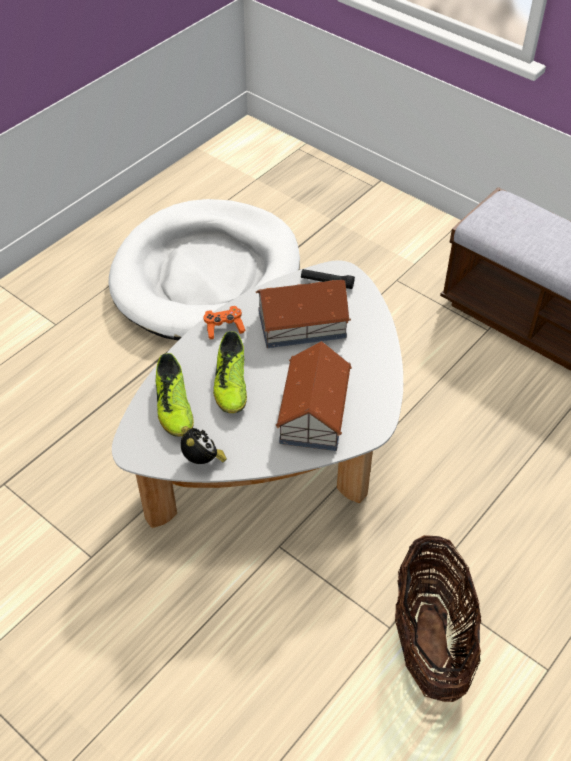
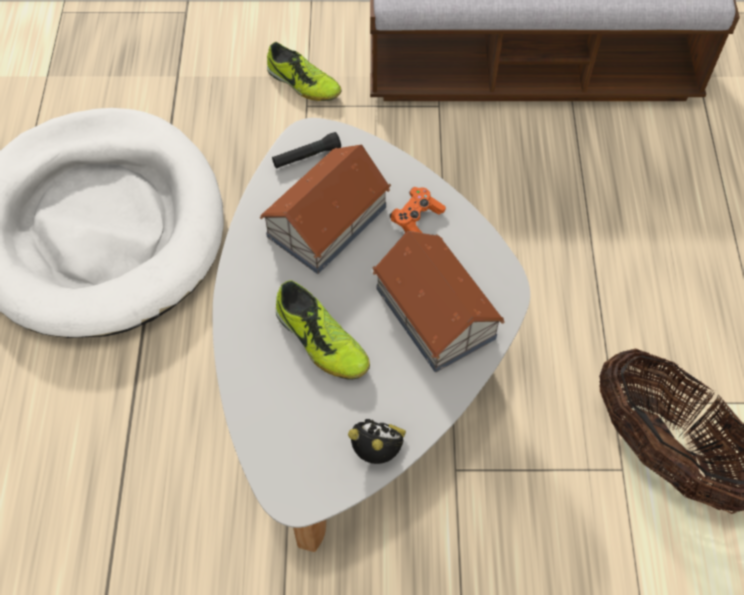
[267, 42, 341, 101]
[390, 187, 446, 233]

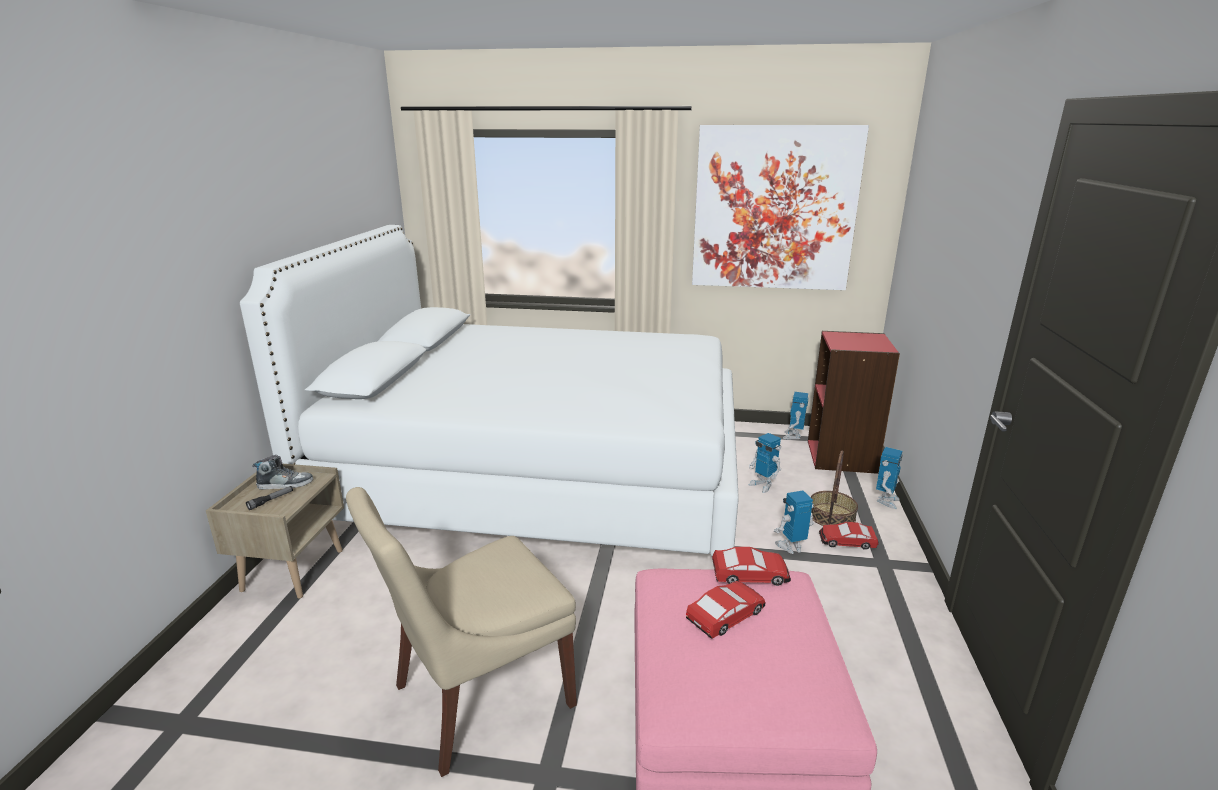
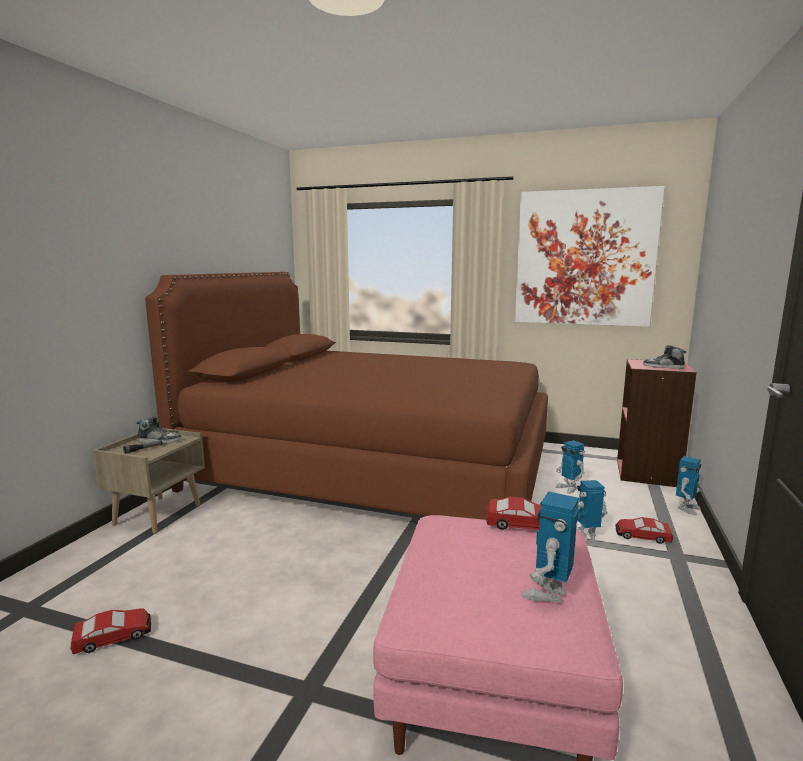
[70, 608, 151, 654]
[145, 272, 548, 520]
[521, 491, 579, 602]
[643, 345, 686, 369]
[346, 487, 577, 777] (first image)
[811, 450, 858, 526] (first image)

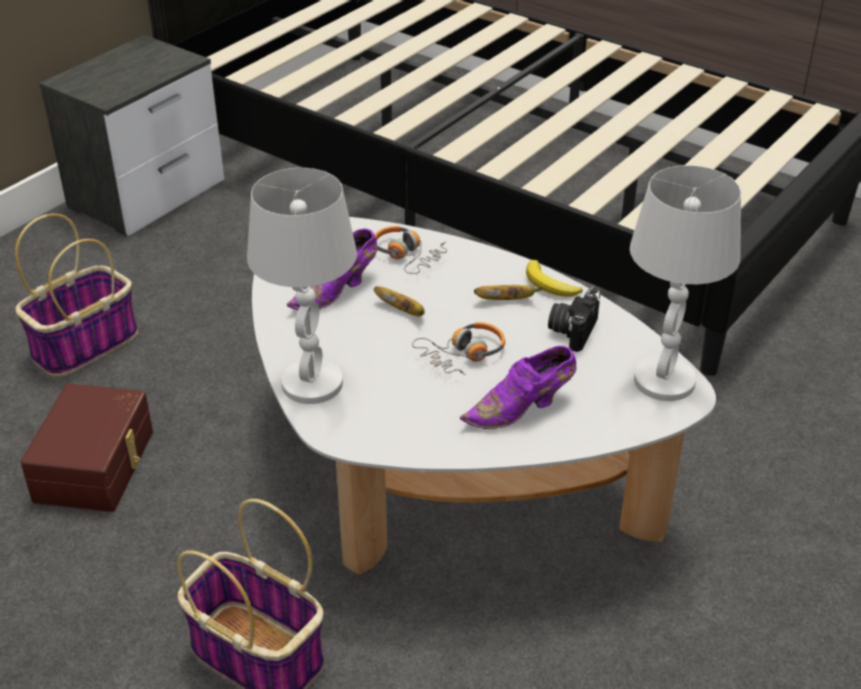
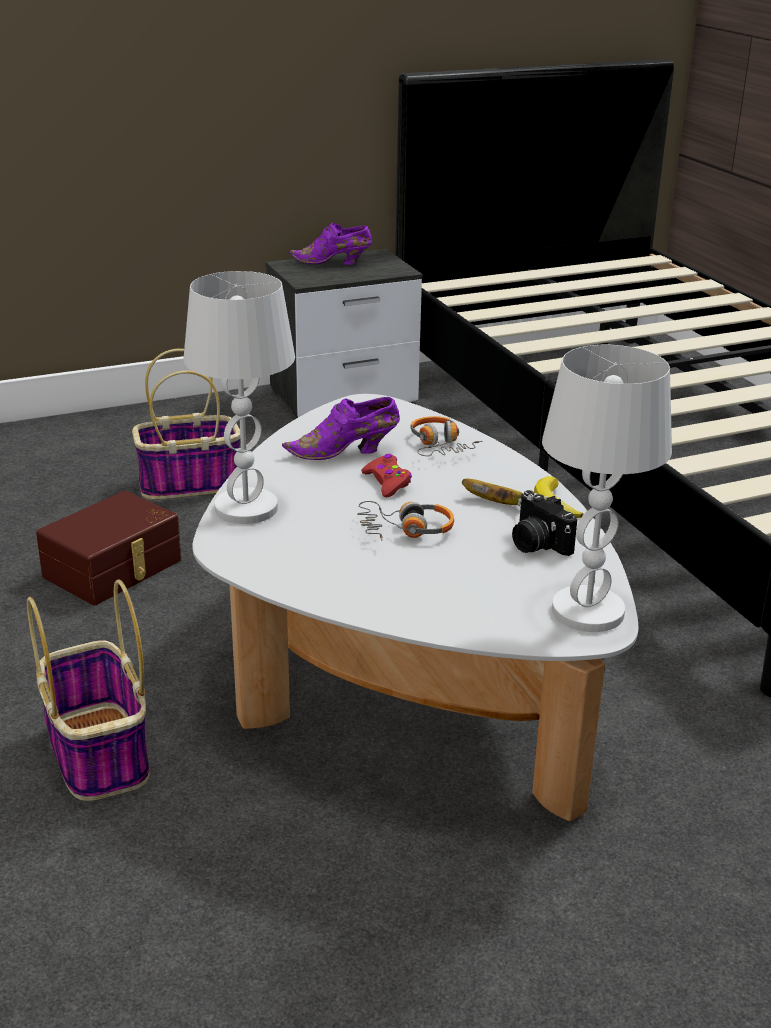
[289, 223, 372, 265]
[361, 454, 412, 497]
[512, 490, 577, 556]

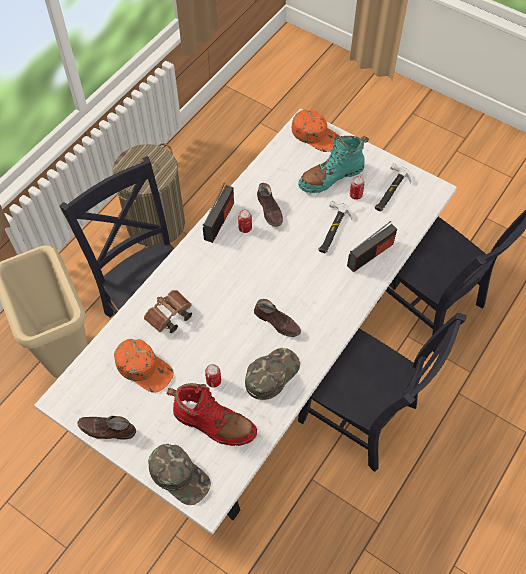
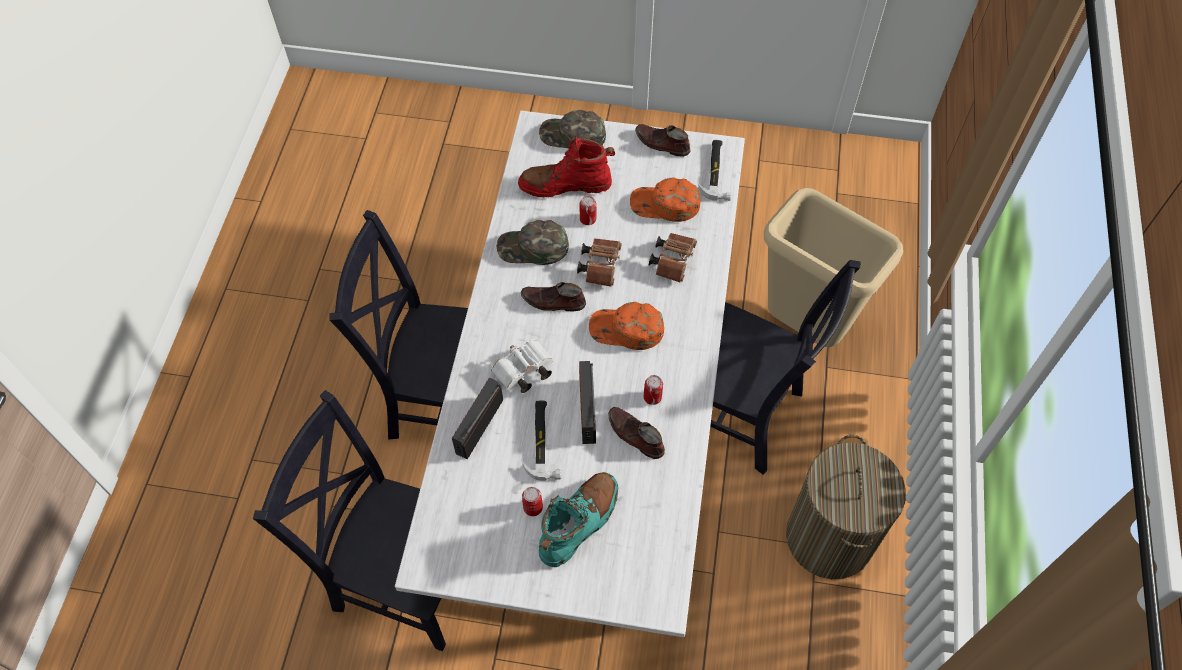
[491, 340, 553, 393]
[497, 220, 569, 265]
[577, 238, 622, 287]
[579, 361, 596, 444]
[589, 302, 664, 350]
[635, 124, 690, 157]
[698, 140, 731, 201]

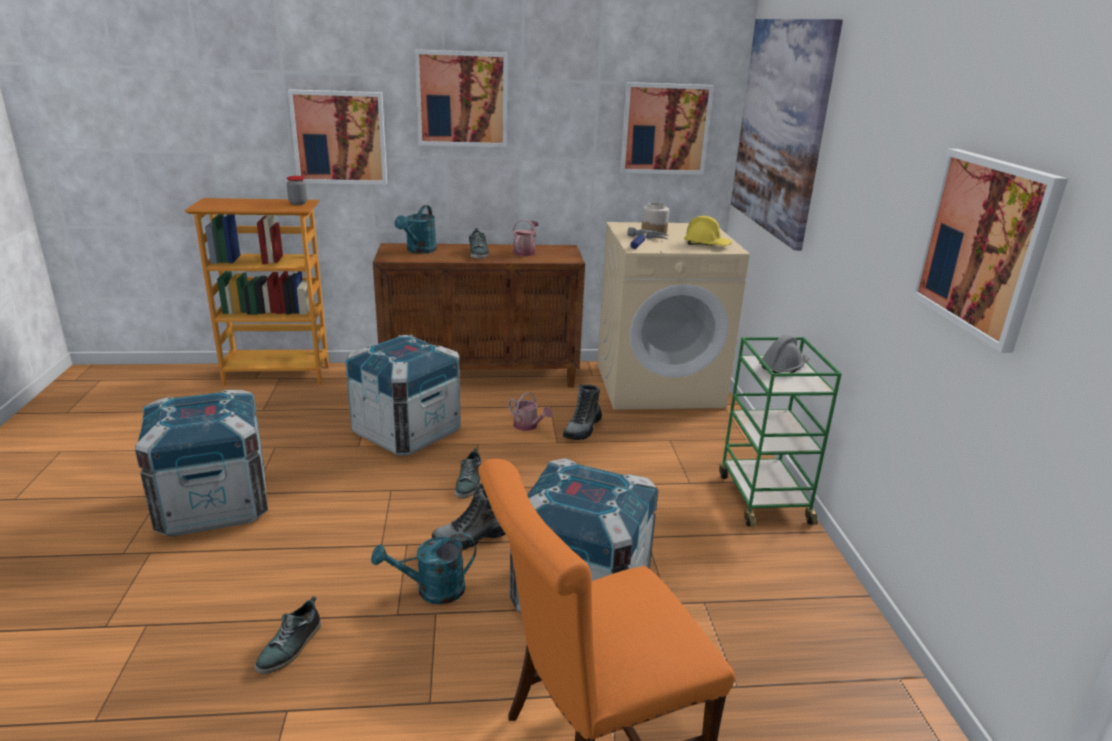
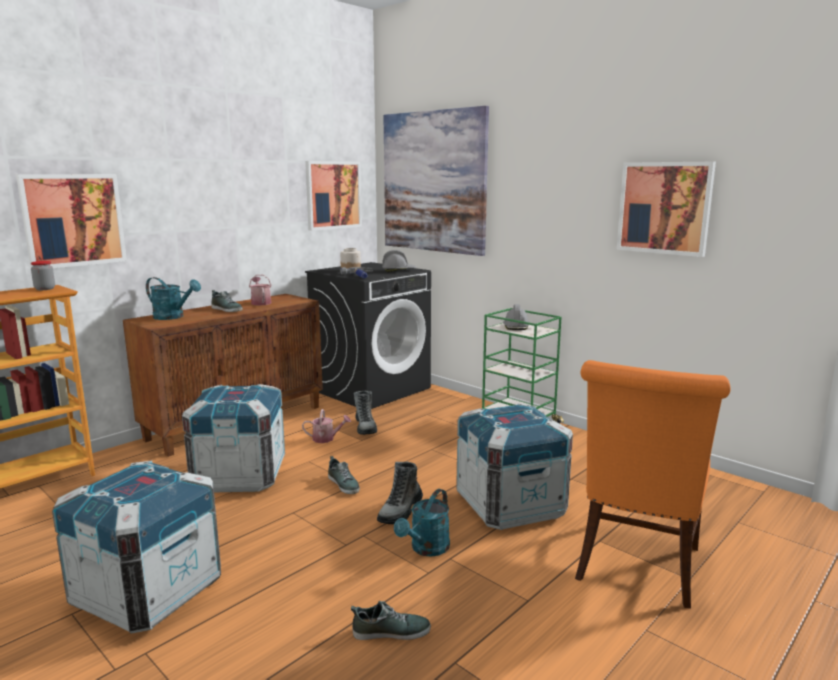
[146, 277, 201, 320]
[305, 262, 431, 409]
[351, 601, 431, 640]
[382, 250, 416, 272]
[415, 49, 507, 147] (first image)

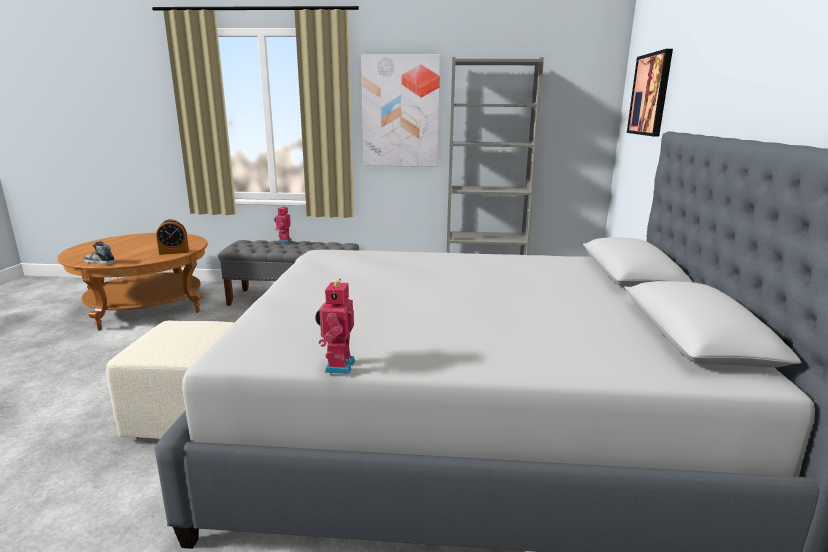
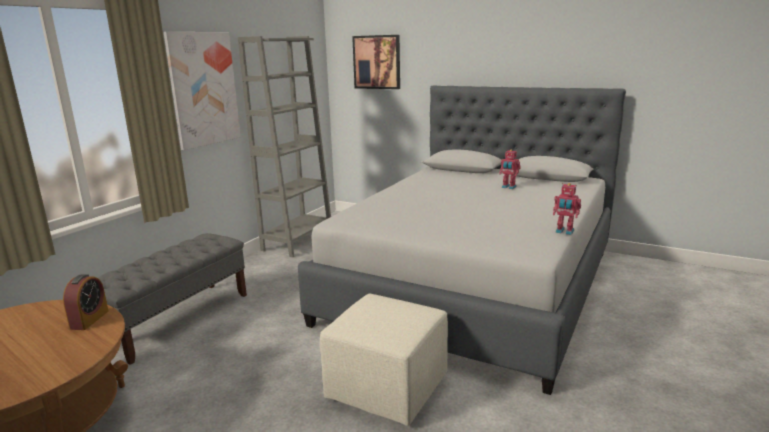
[499, 149, 521, 189]
[84, 241, 115, 265] (first image)

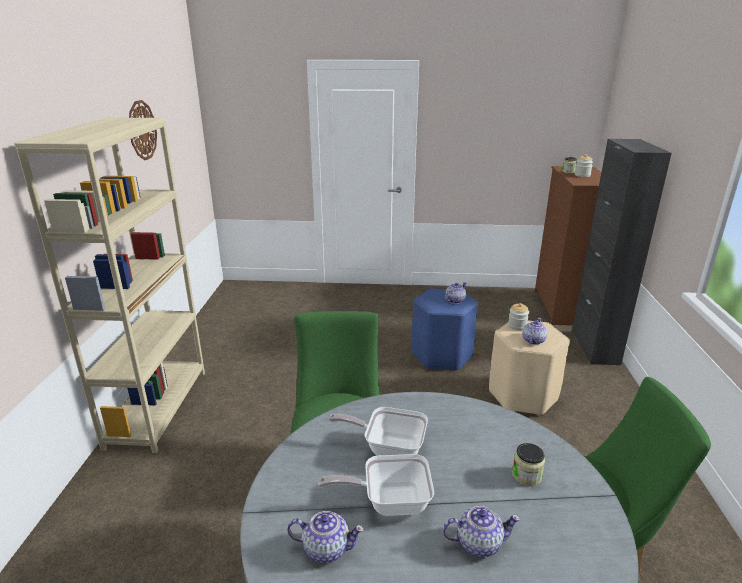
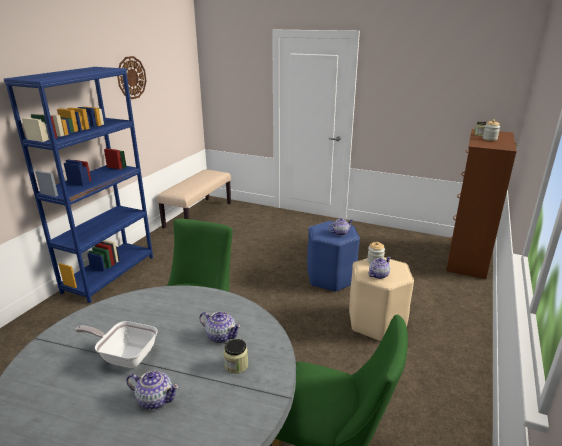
[4, 67, 153, 303]
[157, 169, 231, 228]
[200, 312, 241, 343]
[328, 407, 428, 456] (first image)
[572, 139, 672, 365] (first image)

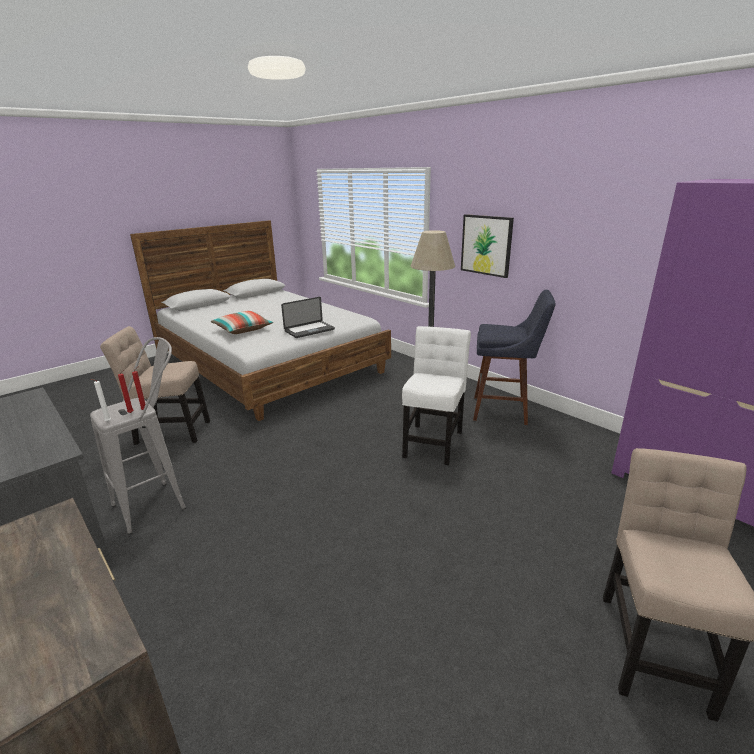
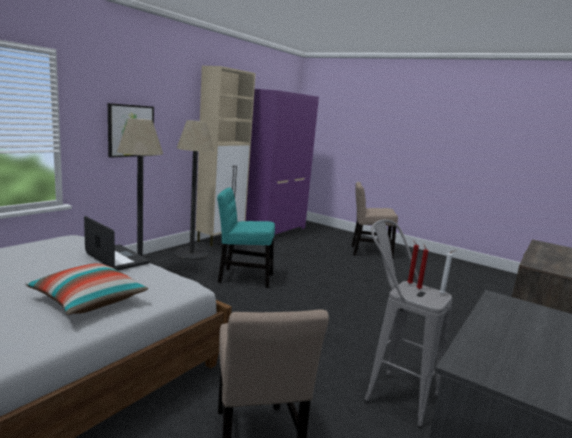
[174, 120, 214, 260]
[196, 66, 256, 246]
[217, 187, 275, 288]

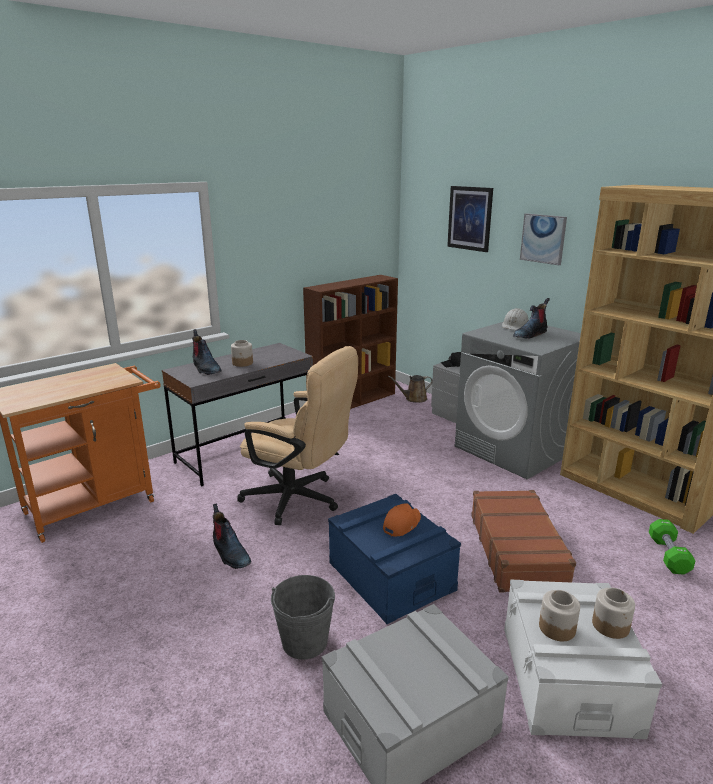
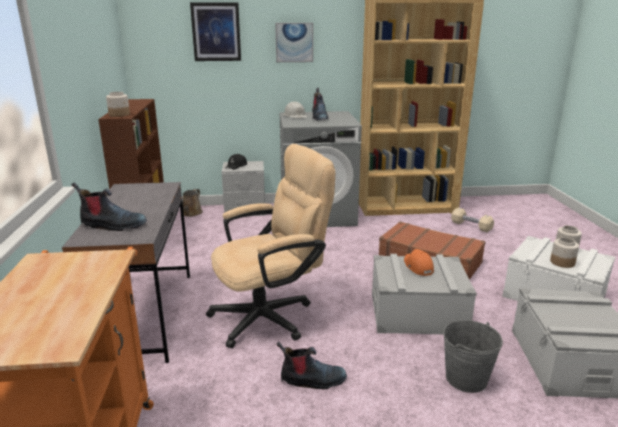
[106, 92, 130, 117]
[372, 254, 477, 334]
[451, 207, 494, 232]

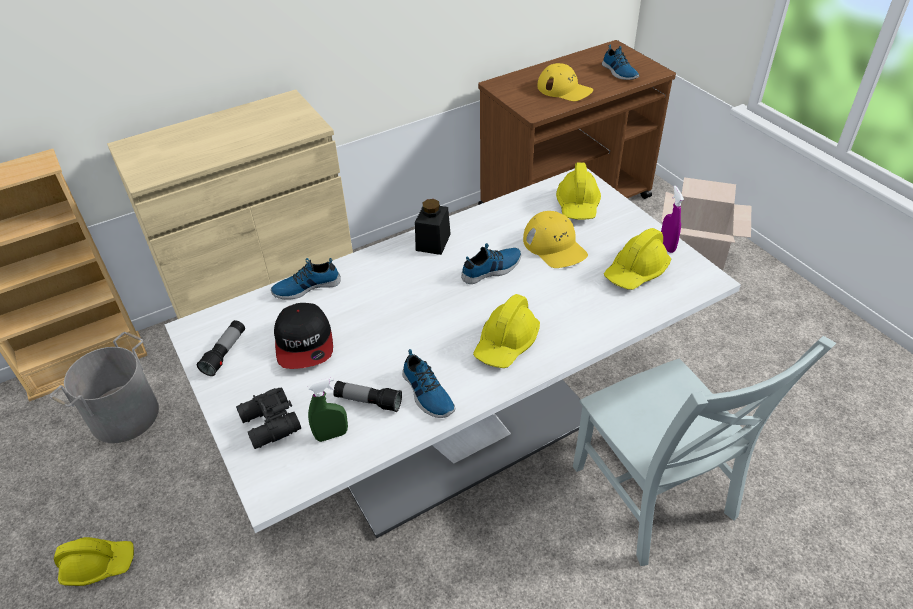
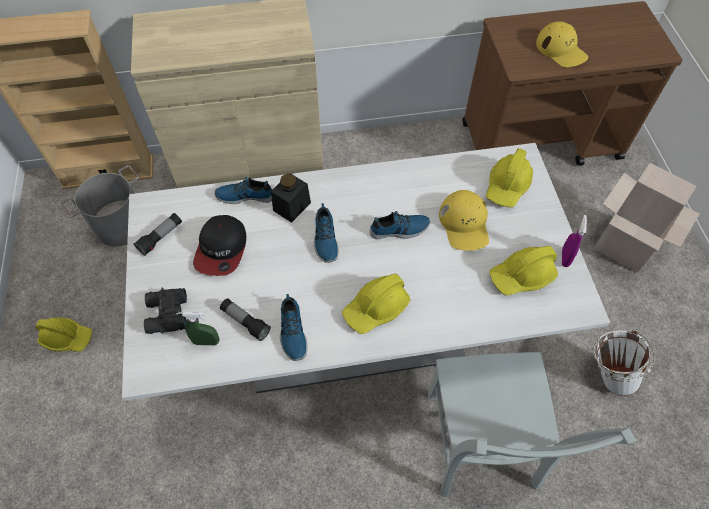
[271, 173, 311, 223]
[314, 203, 339, 263]
[593, 329, 655, 396]

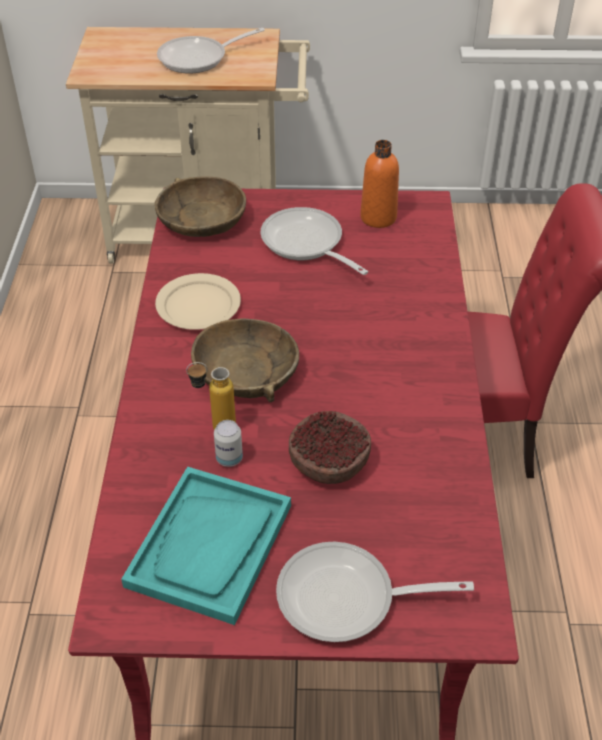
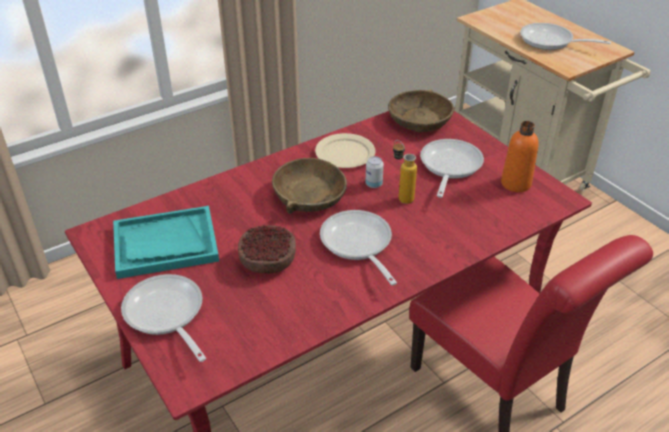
[320, 210, 397, 285]
[365, 156, 384, 188]
[393, 140, 417, 204]

